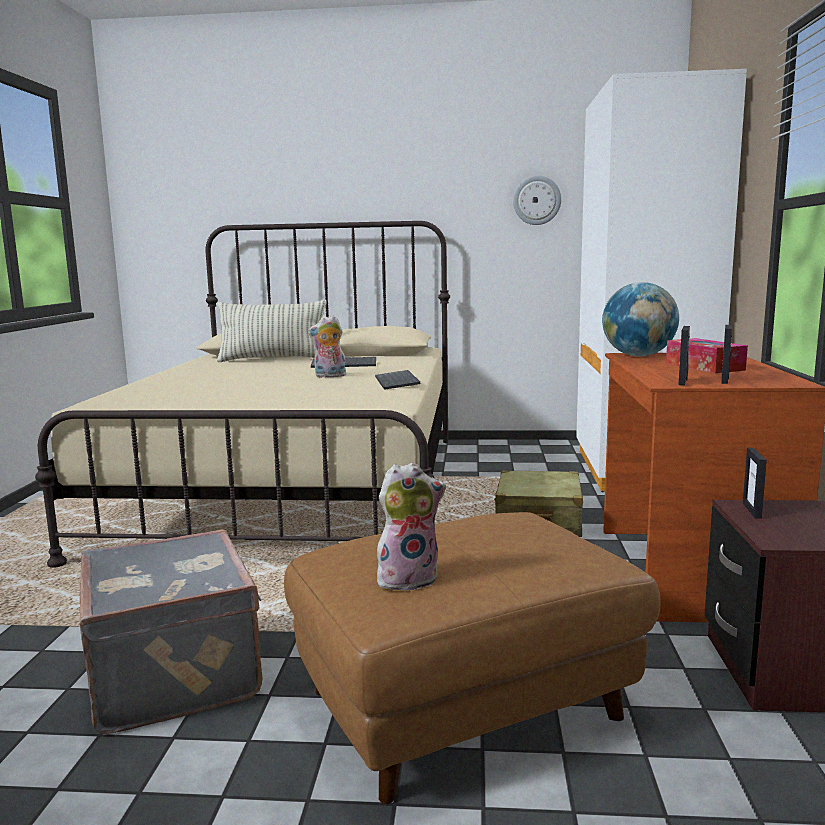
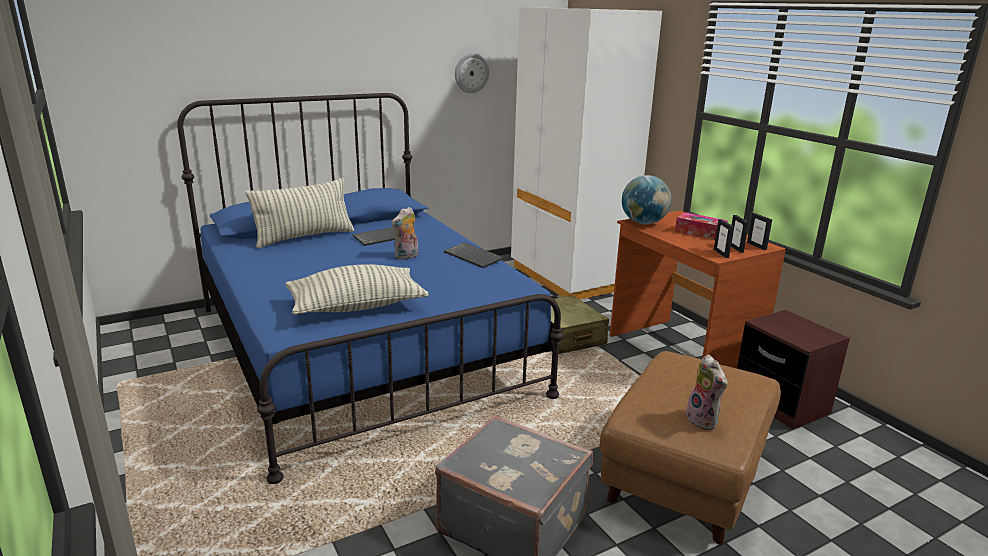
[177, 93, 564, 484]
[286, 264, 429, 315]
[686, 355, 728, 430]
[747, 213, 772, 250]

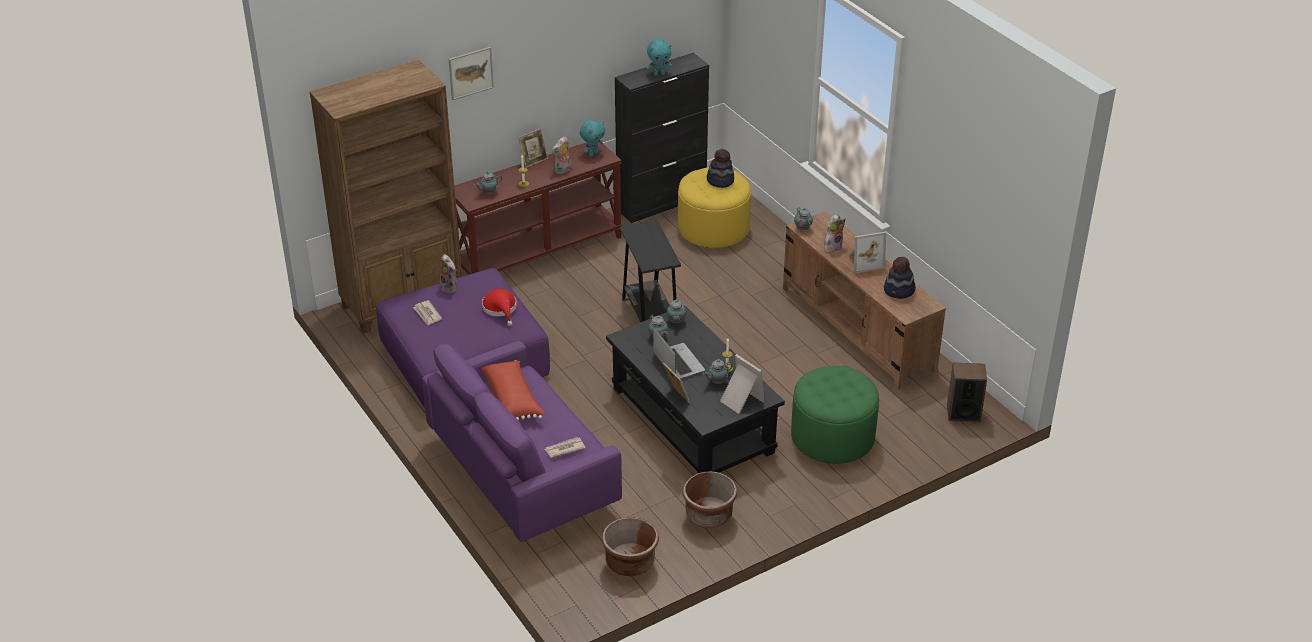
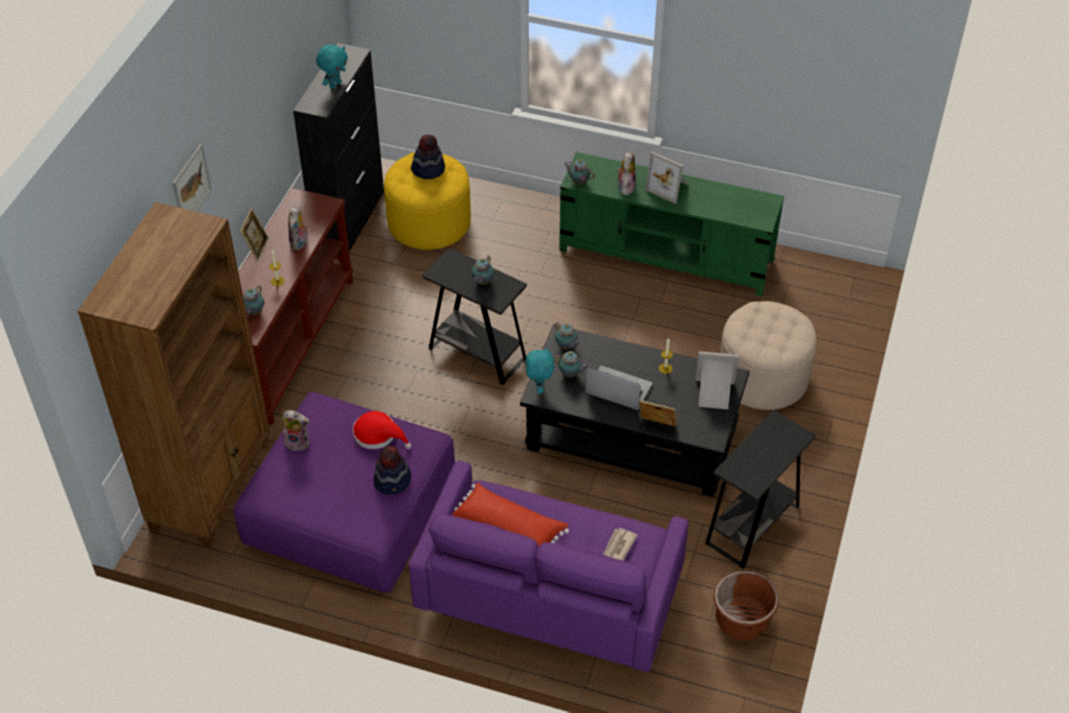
[373, 446, 411, 495]
[472, 256, 494, 285]
[526, 346, 554, 394]
[559, 152, 784, 297]
[645, 152, 688, 204]
[705, 410, 816, 568]
[720, 301, 817, 410]
[413, 300, 442, 326] (first image)
[947, 363, 987, 422] (first image)

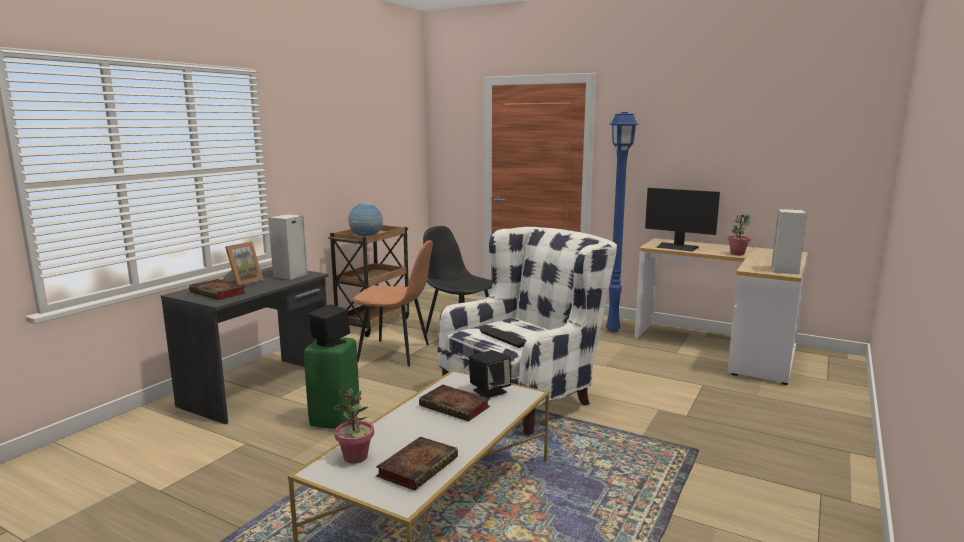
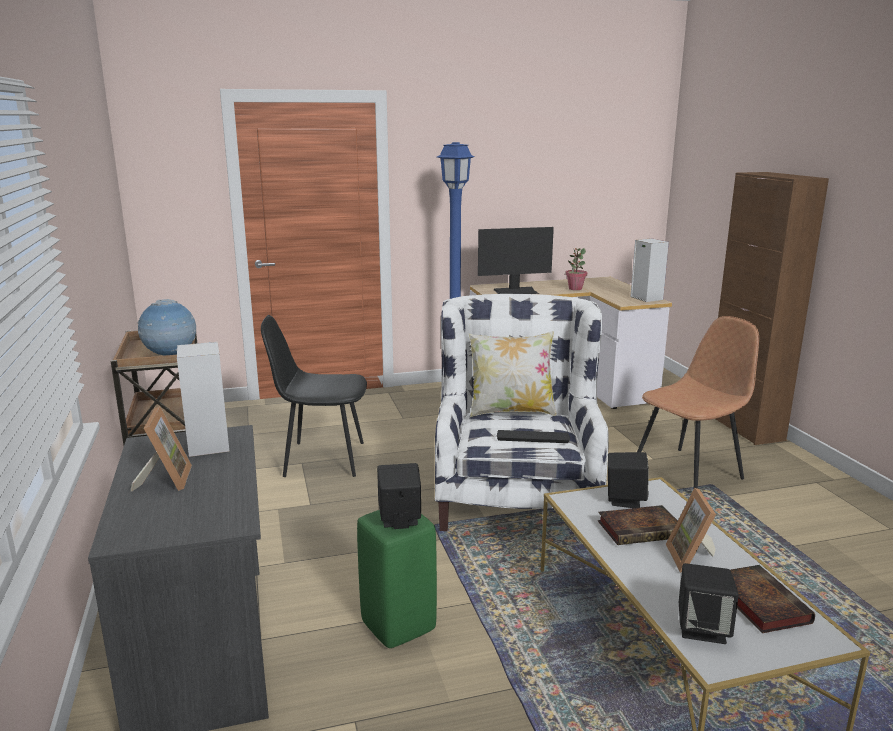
[469, 331, 557, 417]
[637, 316, 759, 489]
[666, 488, 716, 573]
[679, 563, 739, 644]
[716, 172, 829, 445]
[189, 279, 246, 300] (first image)

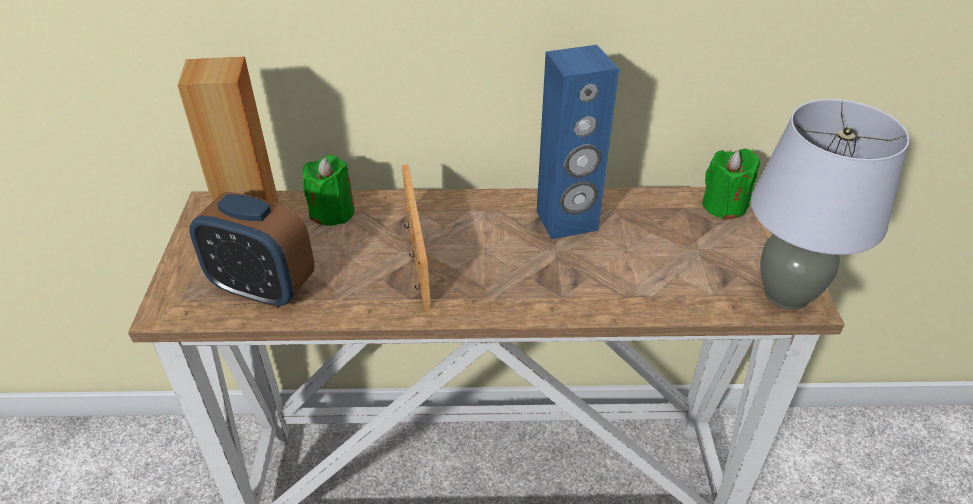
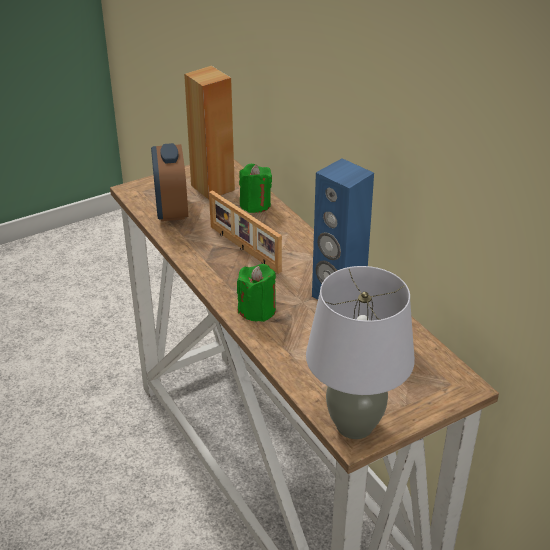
[209, 190, 282, 274]
[237, 264, 276, 322]

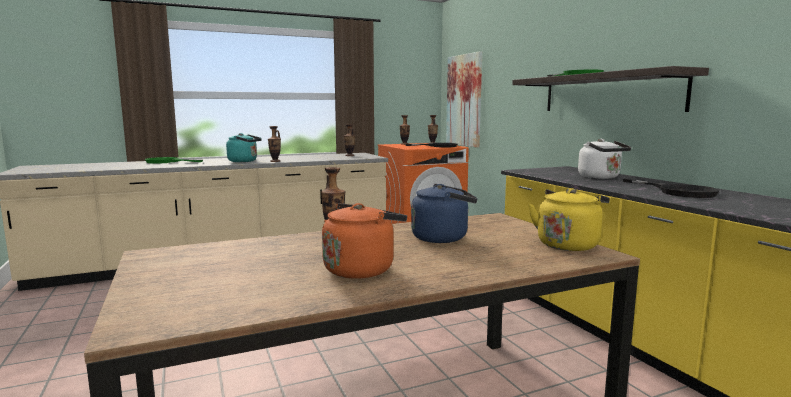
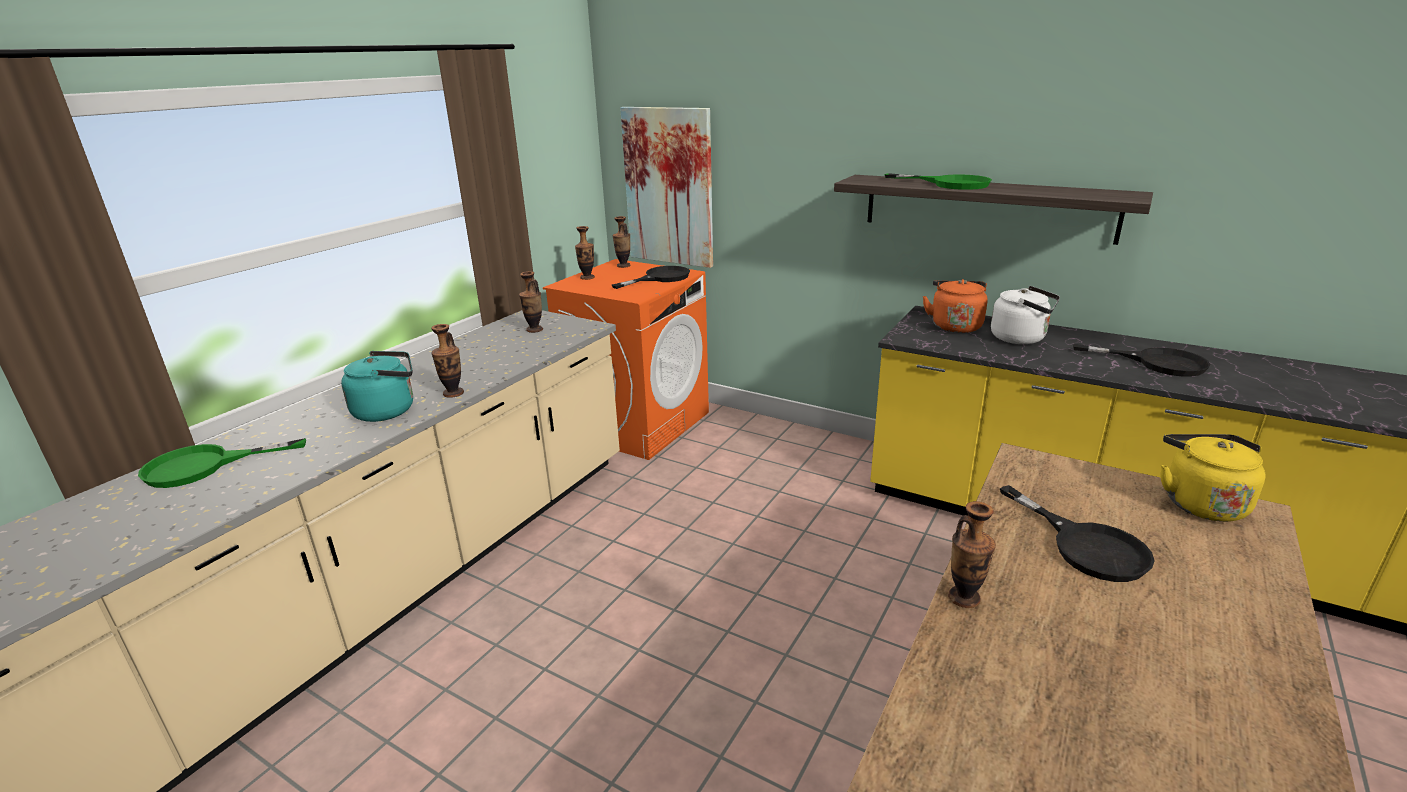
[923, 279, 988, 333]
[1000, 485, 1155, 582]

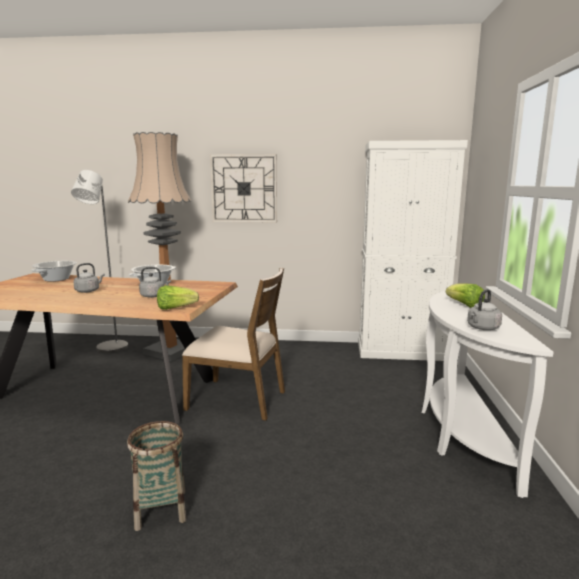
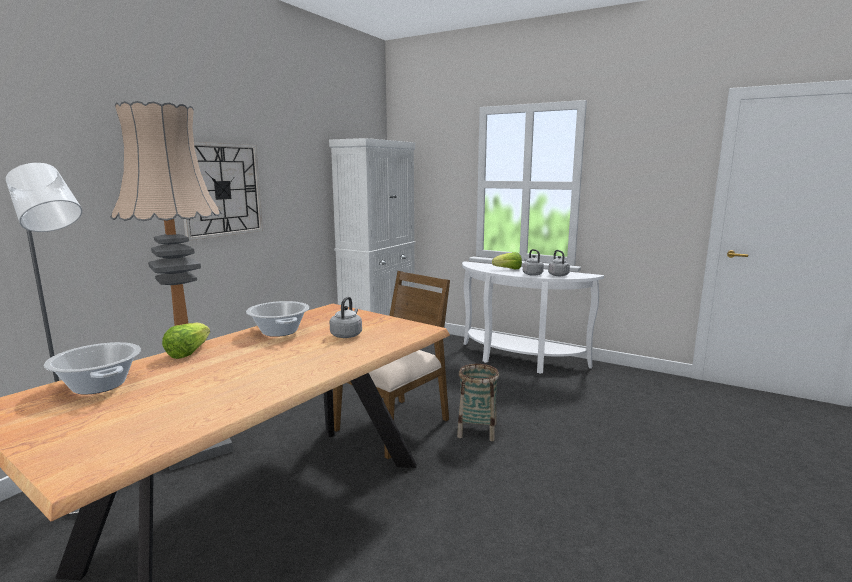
[162, 322, 210, 359]
[457, 364, 499, 441]
[523, 249, 544, 276]

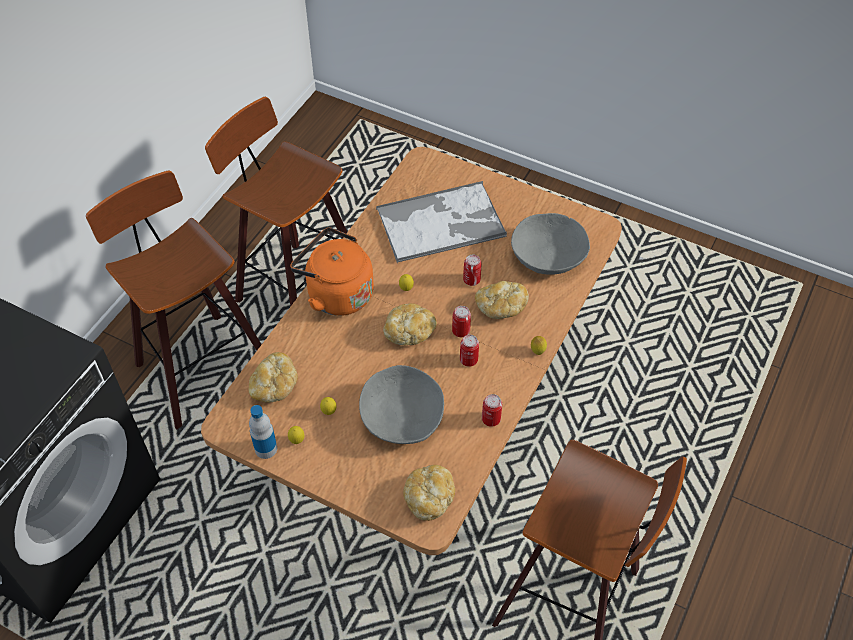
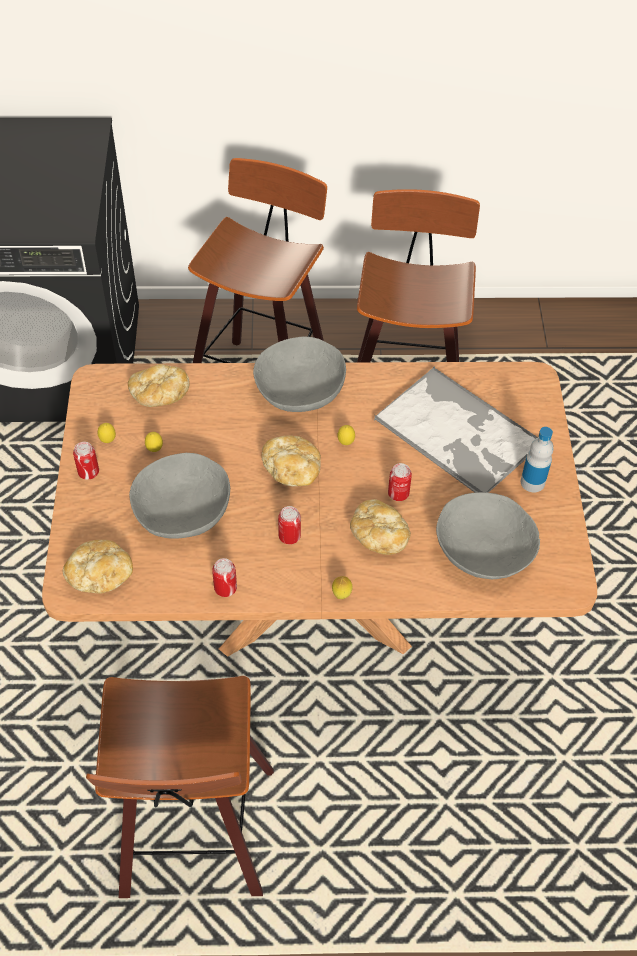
[73, 442, 99, 480]
[253, 336, 346, 412]
[521, 427, 553, 492]

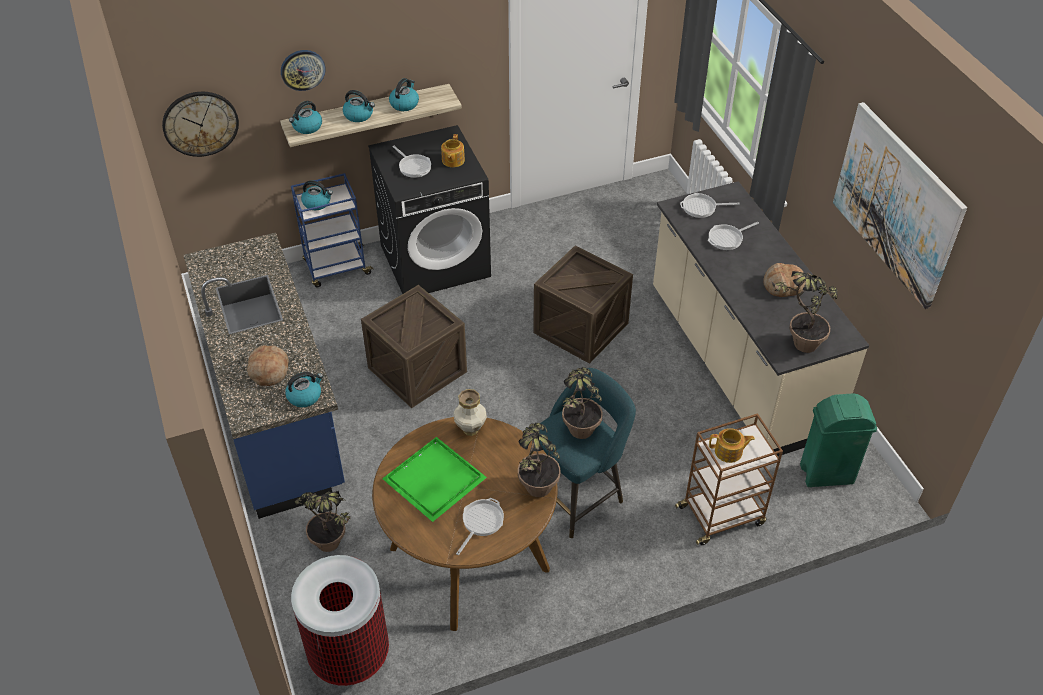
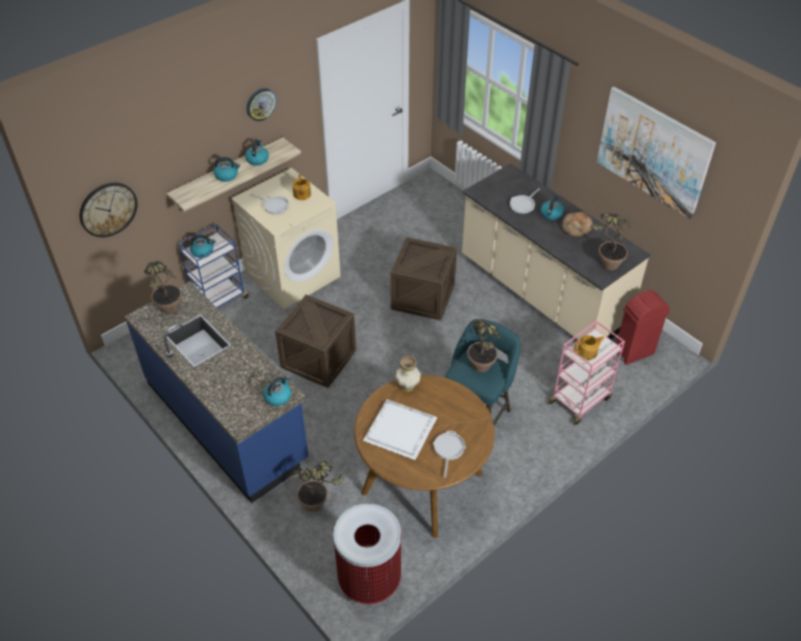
[144, 261, 182, 314]
[231, 168, 341, 310]
[247, 88, 277, 121]
[363, 399, 437, 460]
[541, 195, 564, 220]
[547, 321, 625, 425]
[616, 290, 670, 365]
[247, 345, 289, 386] (first image)
[680, 193, 740, 218] (first image)

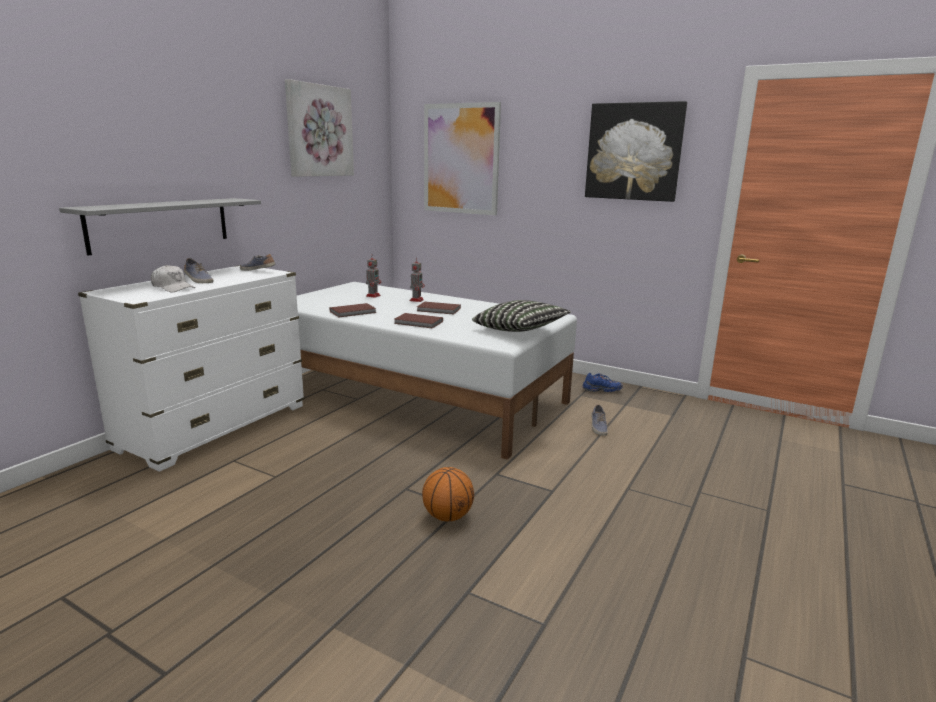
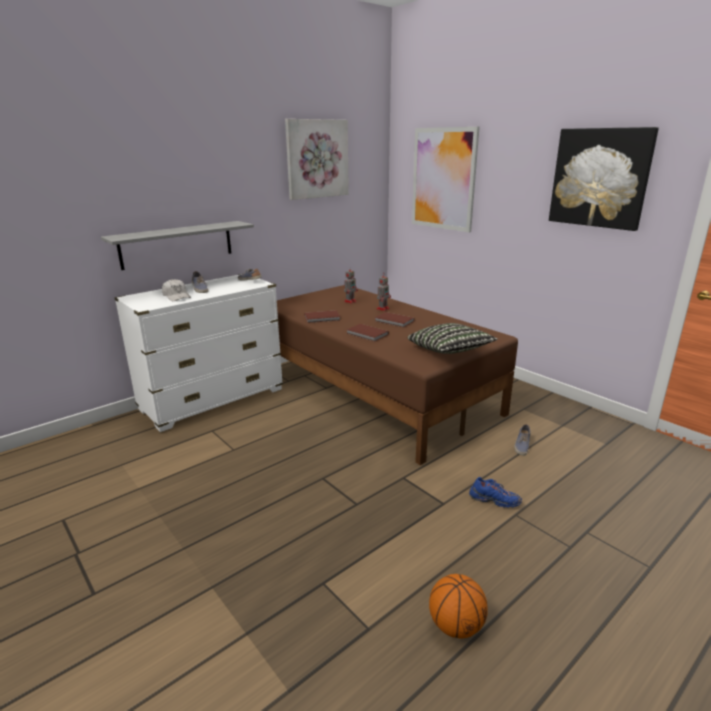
[277, 285, 518, 465]
[429, 574, 488, 639]
[469, 477, 522, 508]

